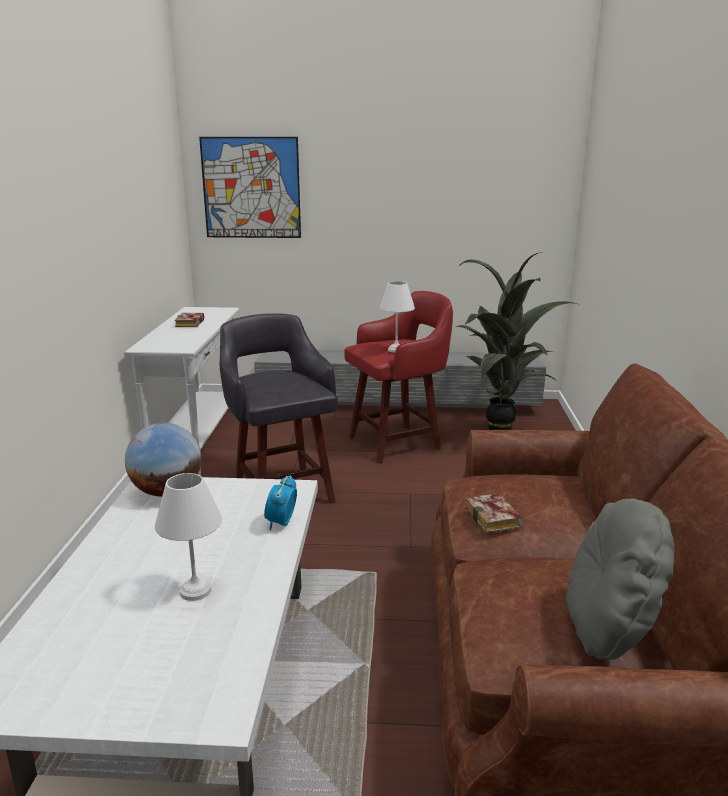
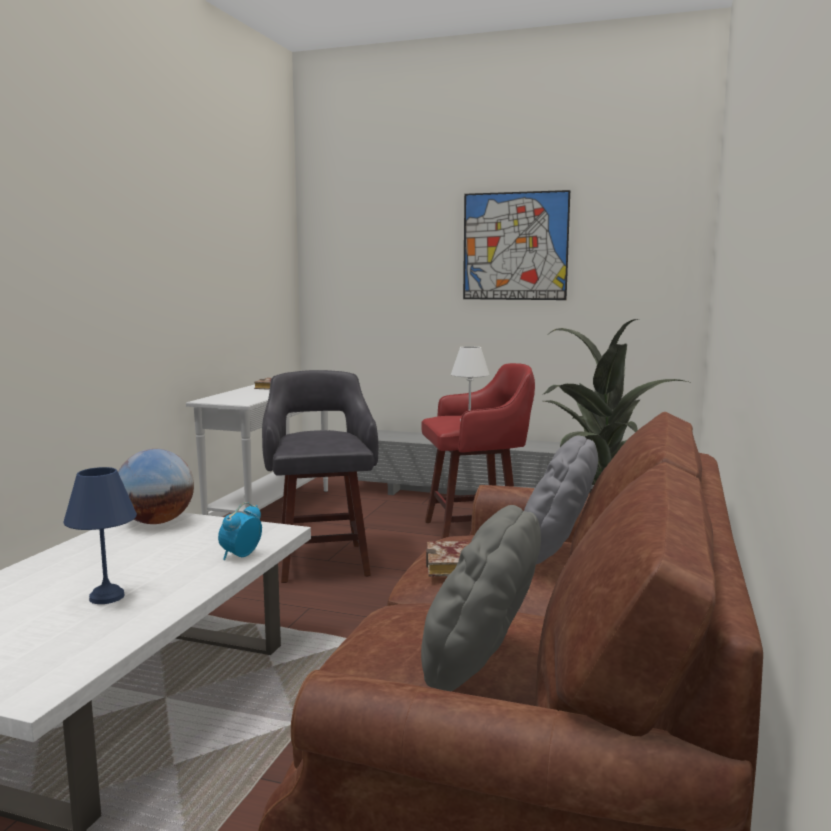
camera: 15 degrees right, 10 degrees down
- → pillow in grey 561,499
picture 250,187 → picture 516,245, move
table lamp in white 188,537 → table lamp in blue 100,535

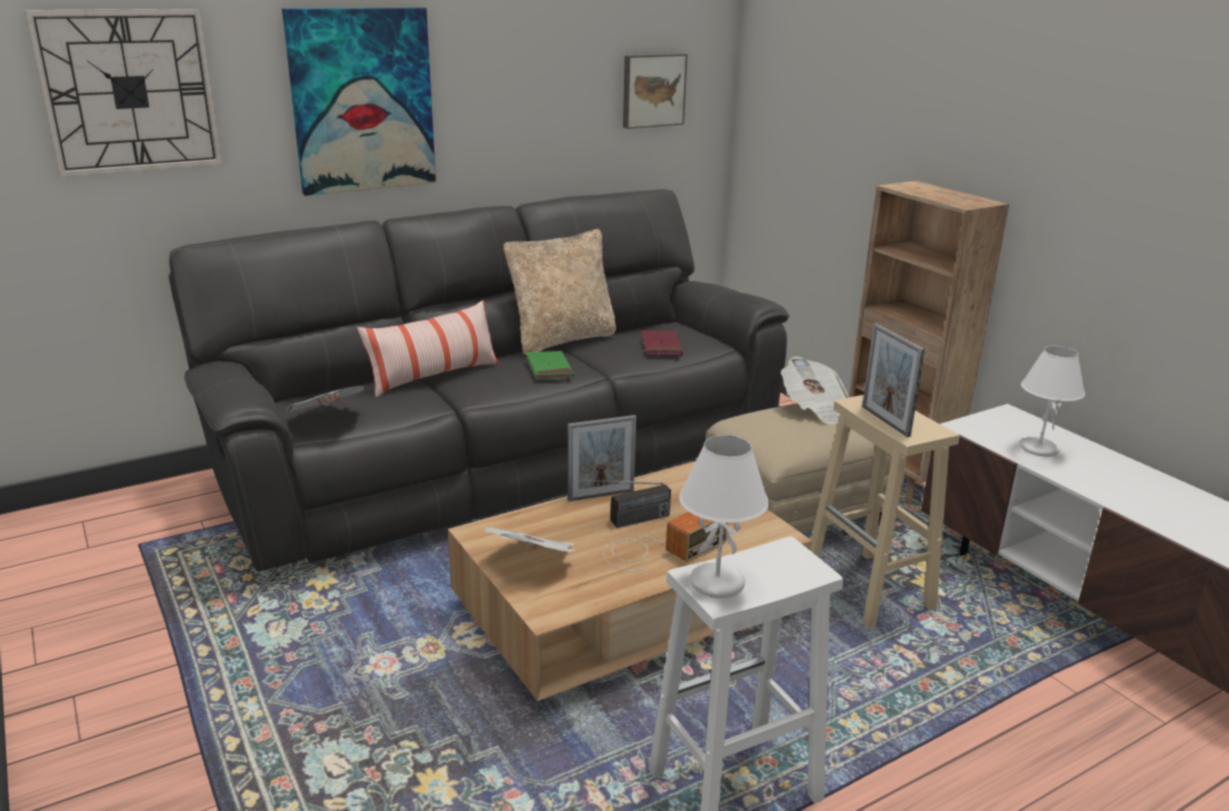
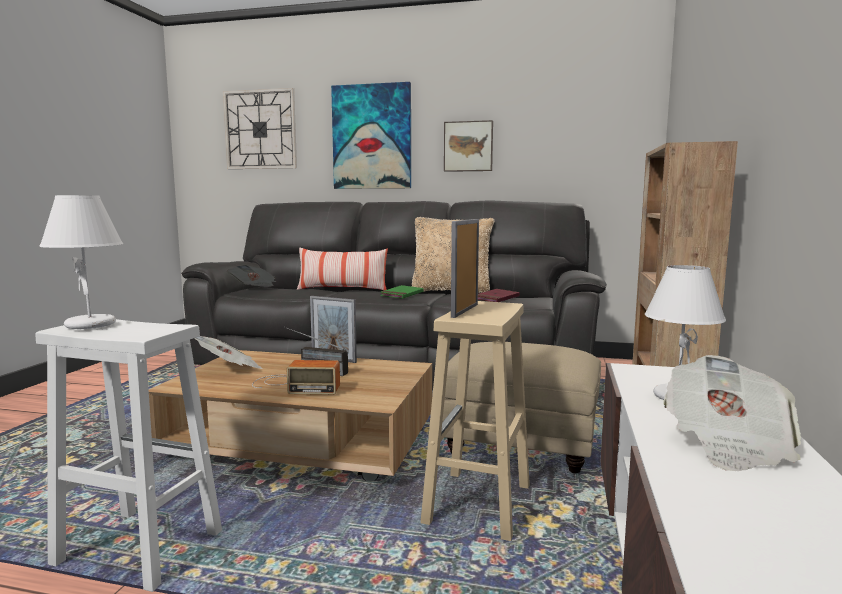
camera: 45 degrees right, 15 degrees down
picture 655,91 → picture 468,146, move
newspaper 815,391 → newspaper 732,413, move

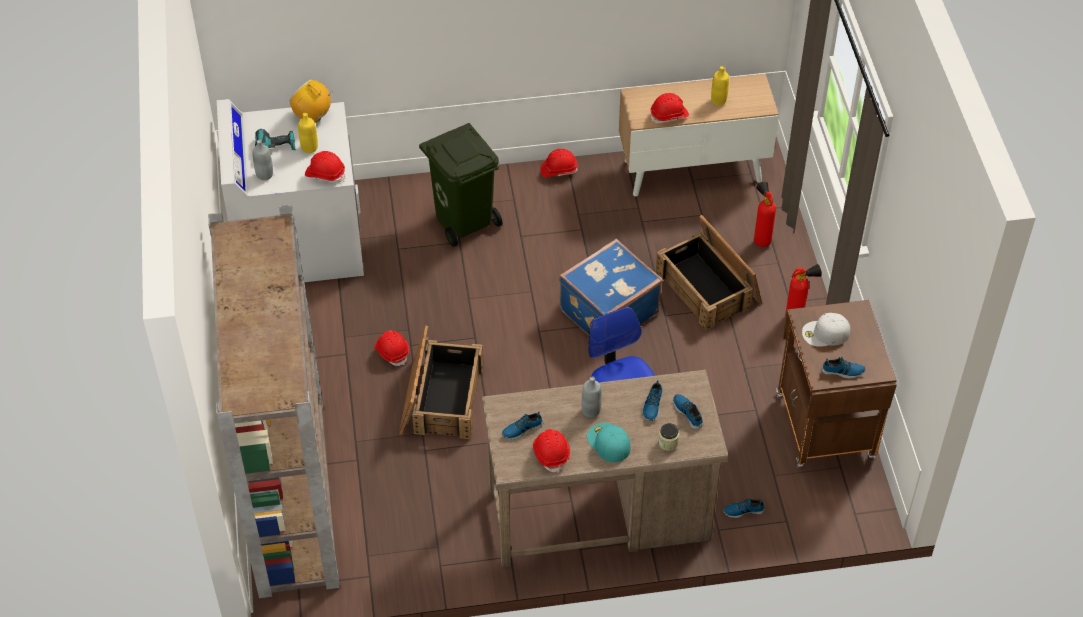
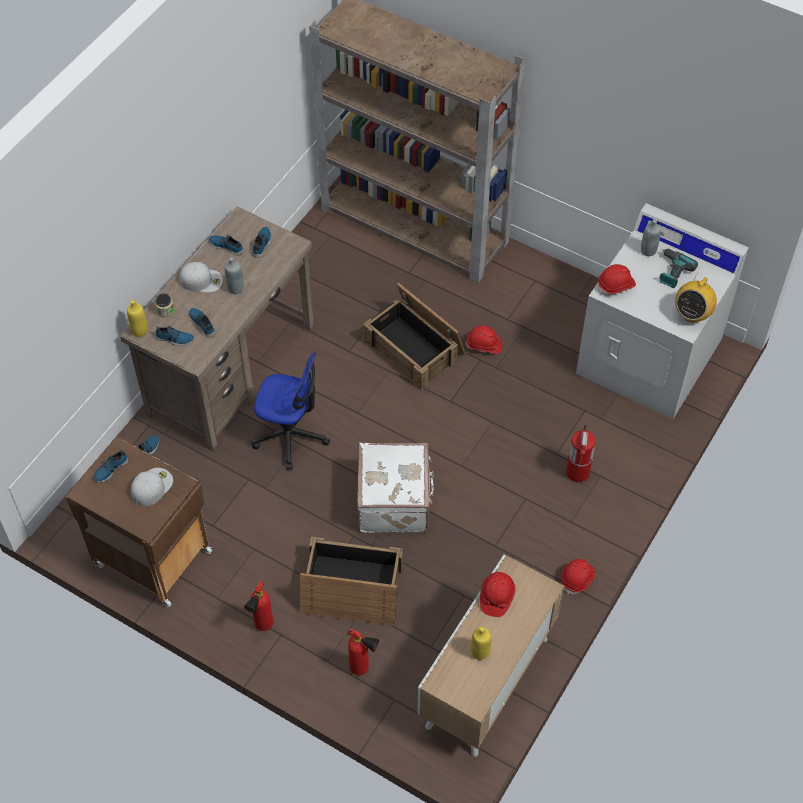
camera: 130 degrees right, 5 degrees up
bottle in yellow 308,133 → bottle in yellow 137,318, move
trash can in green 460,185 → fire extinguisher 581,453
hard hat in red 551,451 → shoe 226,245
suitcase in blue 611,287 → suitcase in white 396,488
cap in turquoise 608,443 → cap in white 201,277
radio 311,101 → radio 696,297, 135 degrees clockwise

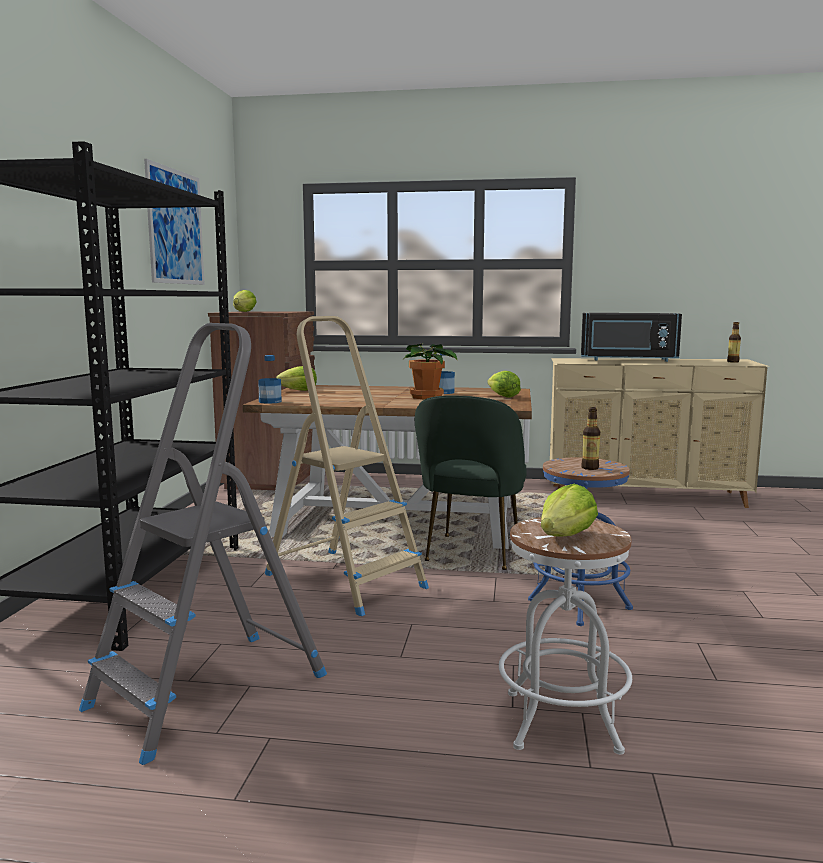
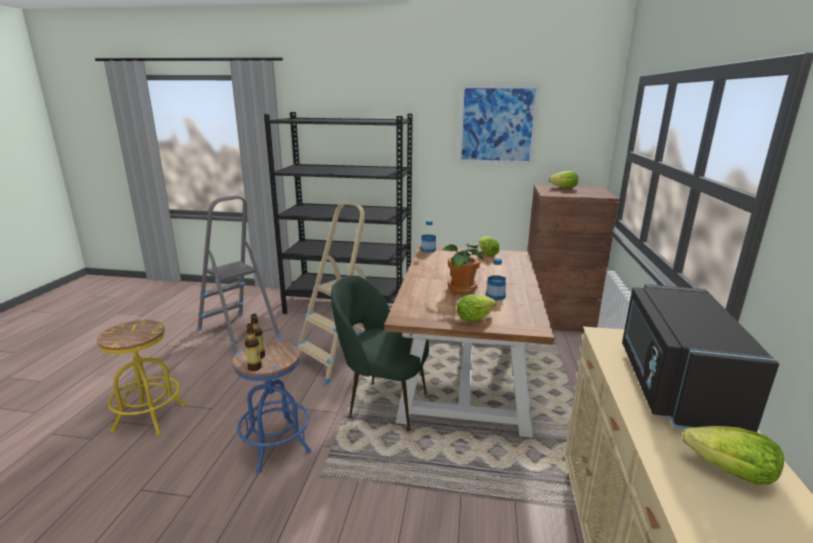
camera: 90 degrees right, 10 degrees up
lettuce 569,510 → lettuce 733,455, move
bottle 734,342 → bottle 253,347, move
stool in white 565,636 → stool in yellow 141,377

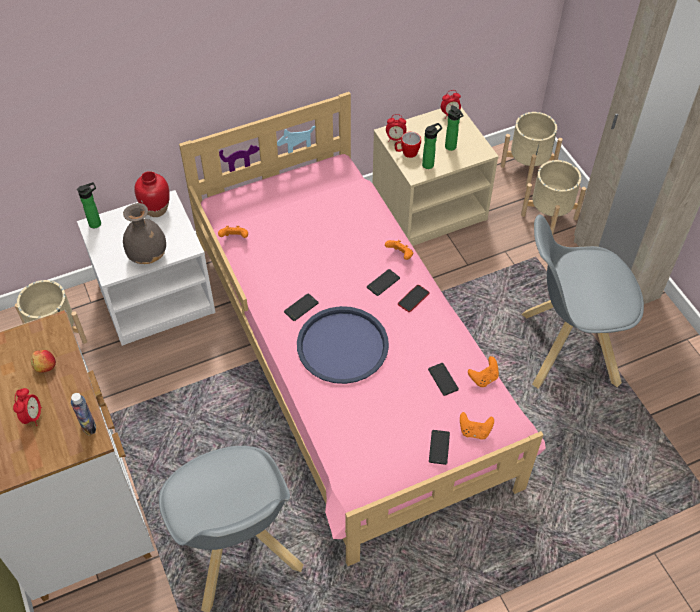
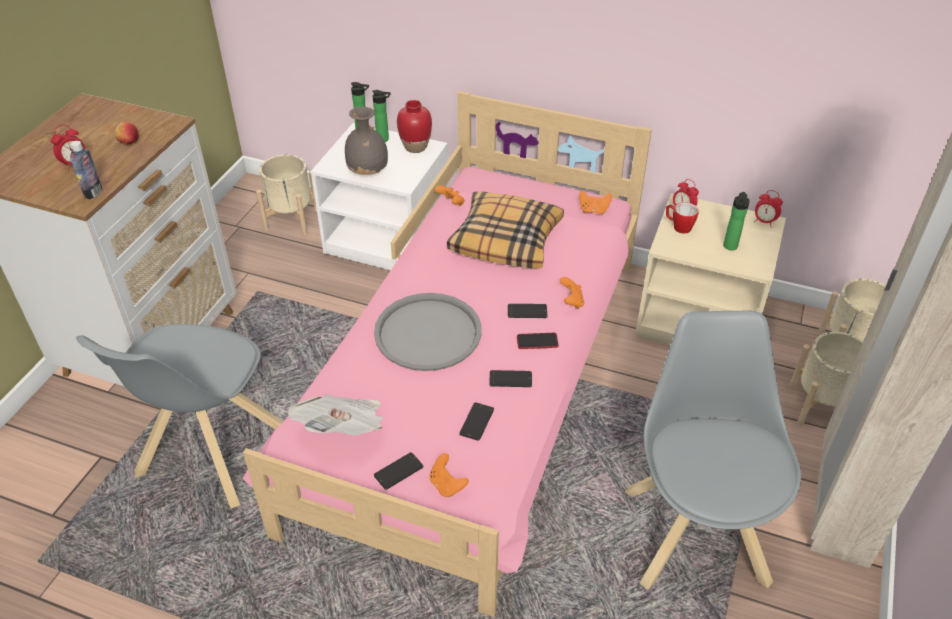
camera: 45 degrees right, 10 degrees down
- → newspaper 336,414
- → pillow 505,230
phone 301,307 → phone 510,378, move
bottle 432,146 → bottle 381,116, move
game controller in orange 483,371 → game controller in orange 595,202, move
tray in blue 343,345 → tray in grey 427,332
chair in grey 582,301 → chair in grey 713,450, 45 degrees clockwise

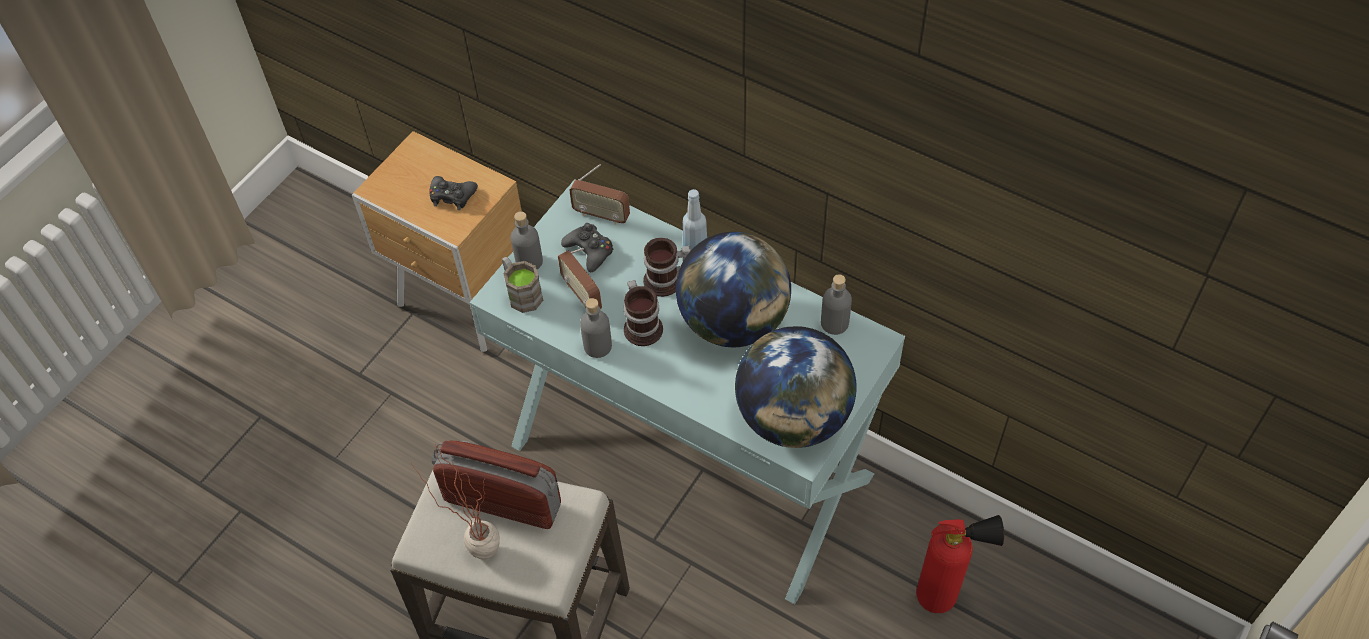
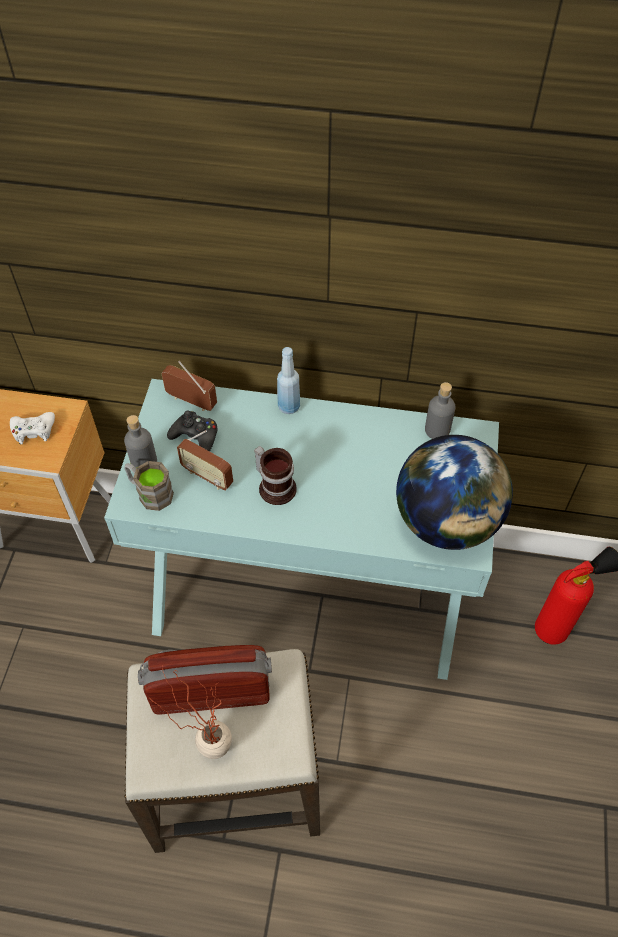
camera: 25 degrees left, 0 degrees up
bottle in grey 596,328 → -
mug 667,267 → -
globe 733,289 → -
game controller in black 453,193 → game controller in white 32,428
radio 599,194 → radio 189,386, 150 degrees counterclockwise

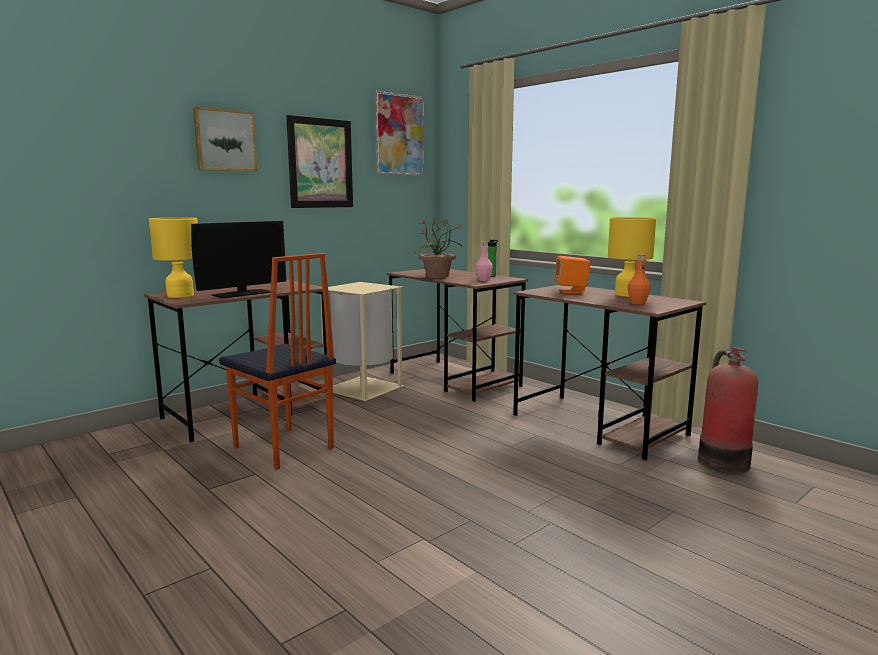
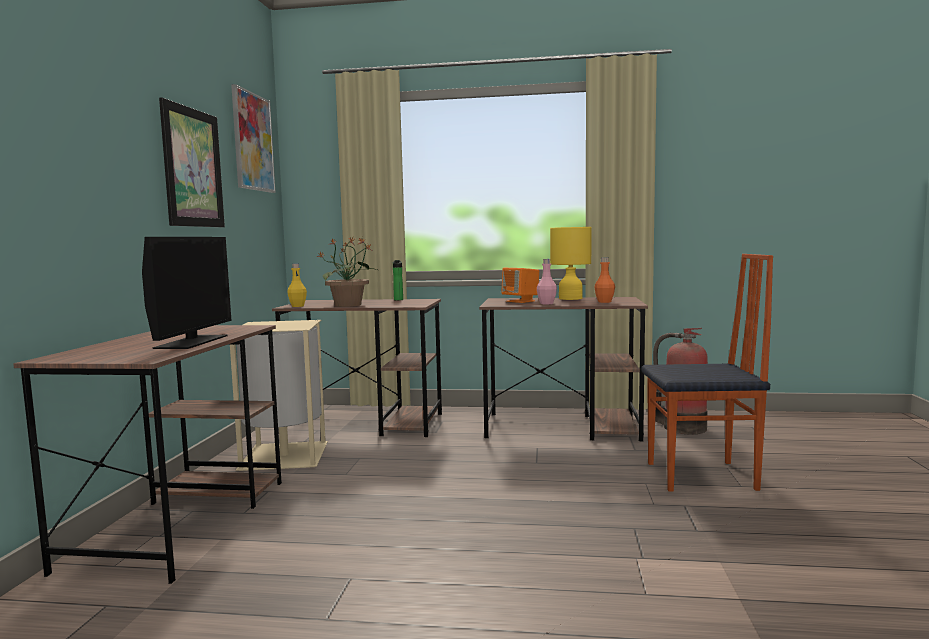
camera: 40 degrees left, 5 degrees down
table lamp in yellow 173,257 → -
picture 225,139 → -
- → bottle in yellow 297,285
chair 277,361 → chair 707,373, move
bottle in pink 484,261 → bottle in pink 547,281, move

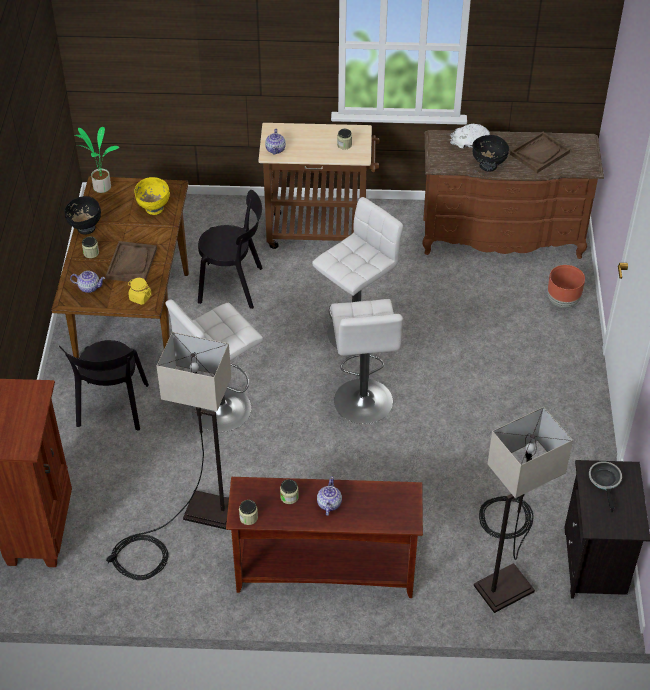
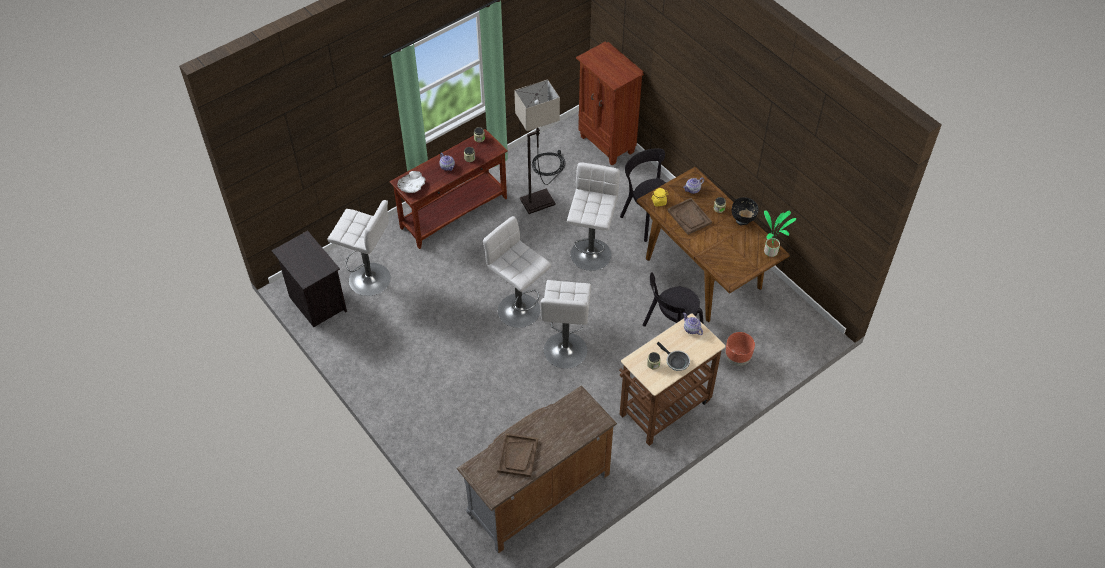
camera: 140 degrees right, 5 degrees up
bowl in yellow 152,196 → -
bowl in black 490,153 → -
bowl in white 470,136 → bowl in white 411,182, move
planter in brown 566,286 → planter in brown 740,349, move
frying pan 605,486 → frying pan 673,356, move
floor lamp 523,510 → stool in white 359,248
dresser in brown 513,194 → dresser in grey 537,469

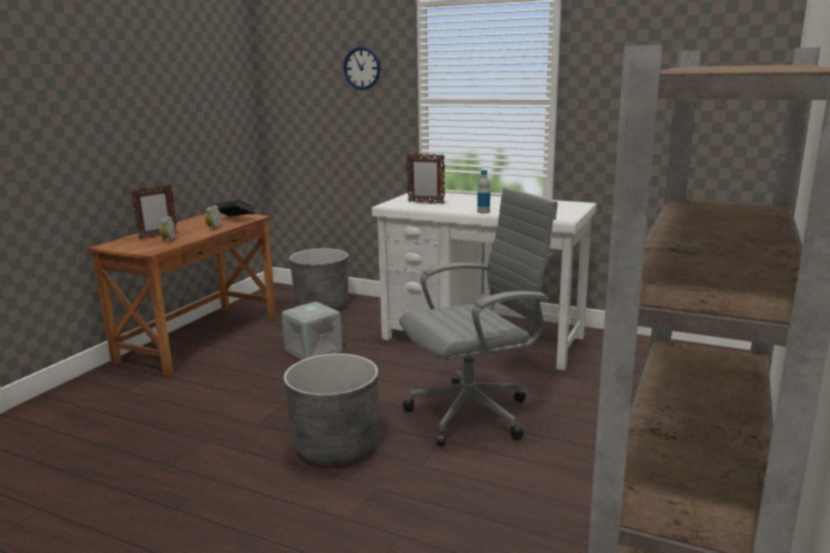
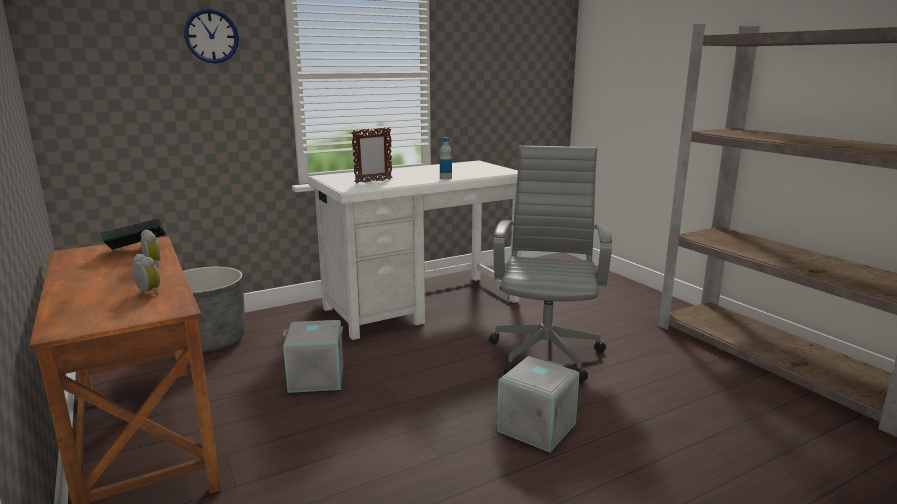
camera: 55 degrees left, 0 degrees up
picture frame 154,212 → -
planter in grey 331,409 → storage box in grey 538,404

